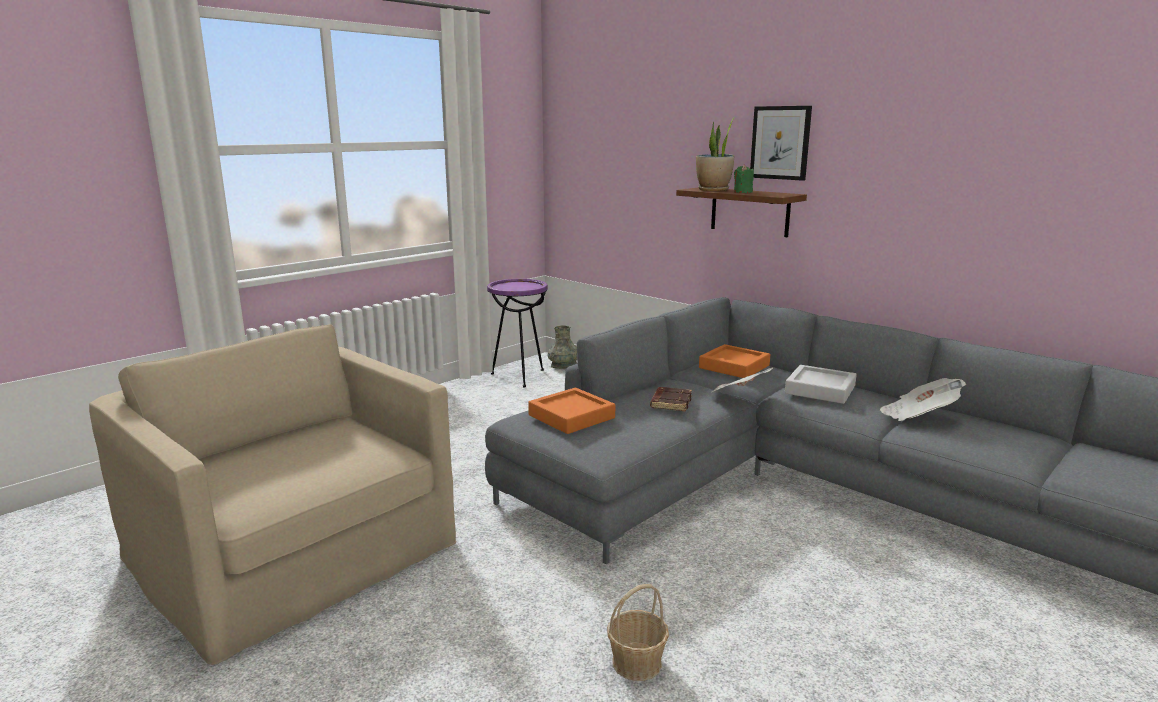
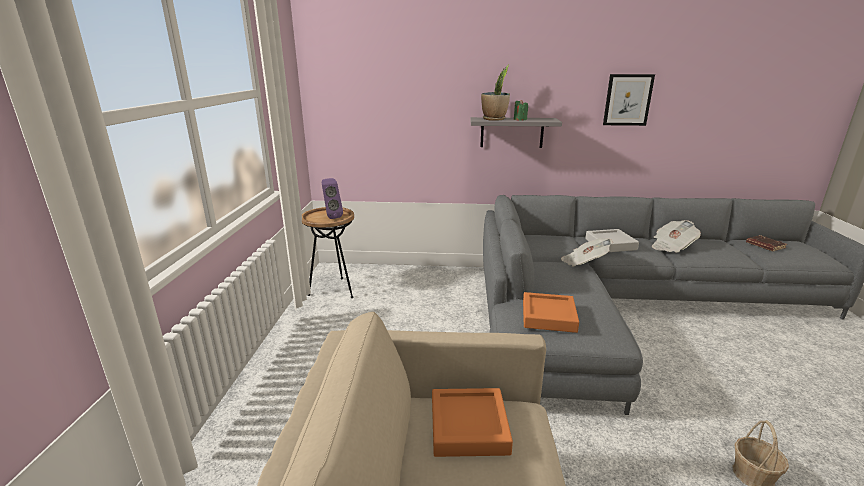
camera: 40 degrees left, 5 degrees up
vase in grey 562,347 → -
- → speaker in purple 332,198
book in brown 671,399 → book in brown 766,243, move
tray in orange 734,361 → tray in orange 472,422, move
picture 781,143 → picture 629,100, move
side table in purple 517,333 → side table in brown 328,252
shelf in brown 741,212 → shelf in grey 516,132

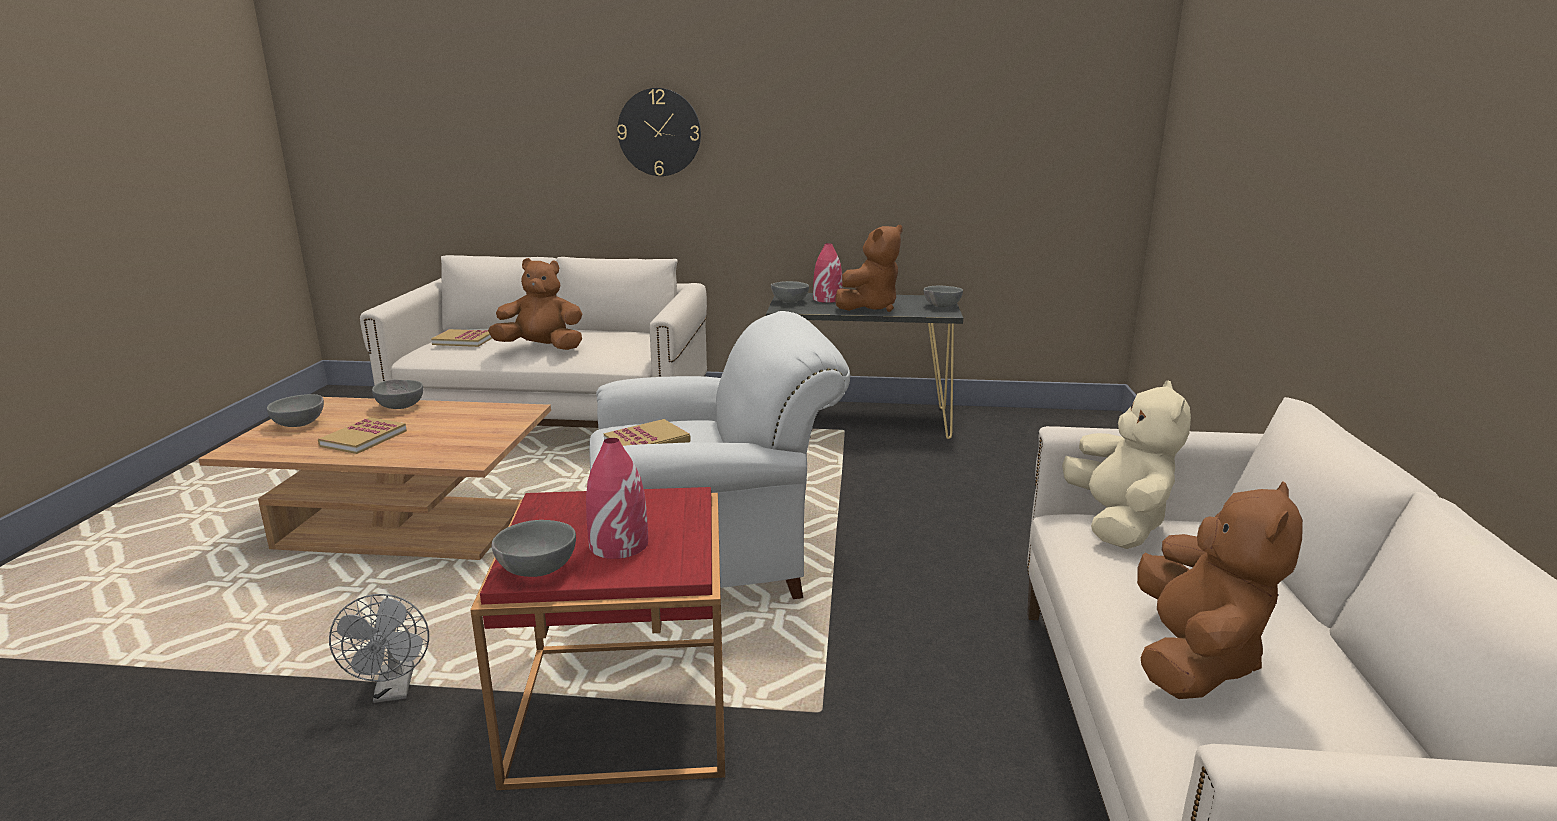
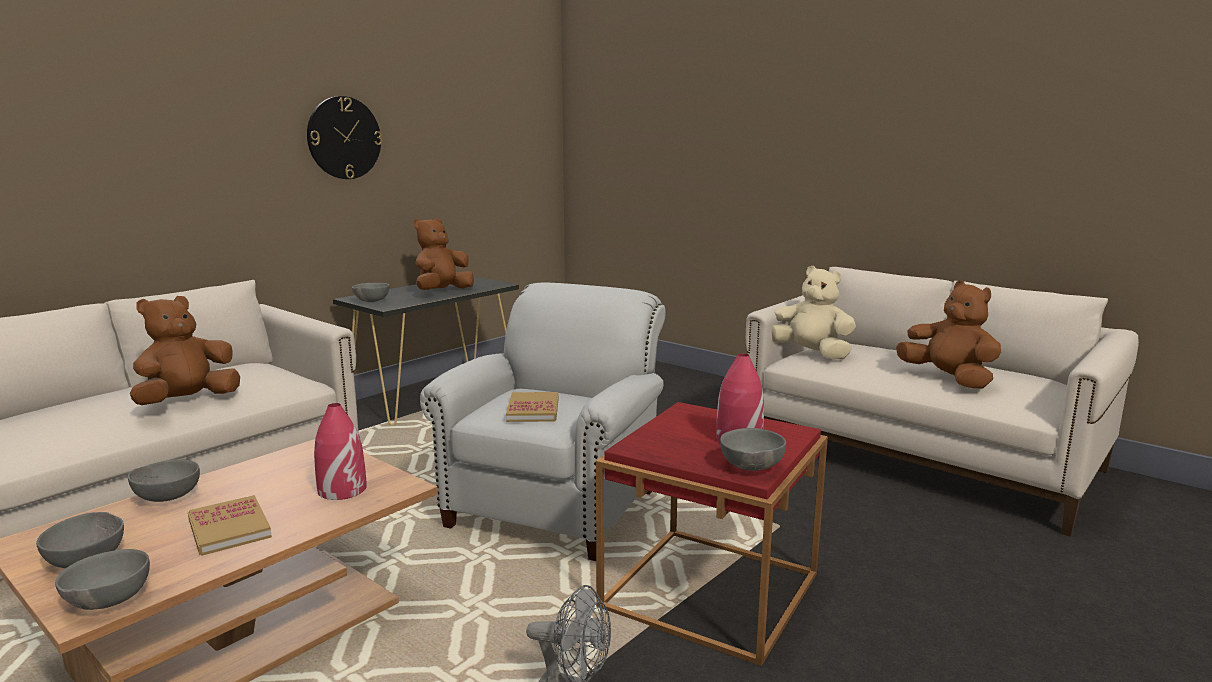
camera: 55 degrees left, 5 degrees down
book 461,338 → -
wall clock 659,132 → wall clock 344,137, move
vase in red 827,273 → vase in red 340,451, move
bowl in grey 943,296 → bowl in grey 102,579, move
plush toy in brown 868,268 → plush toy in brown 444,254, 135 degrees counterclockwise

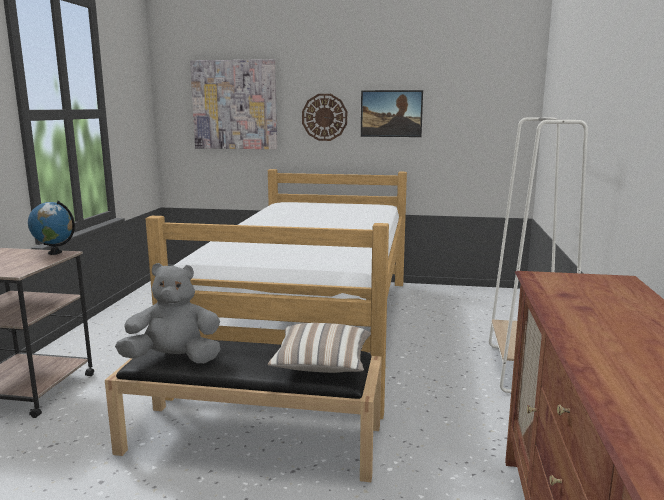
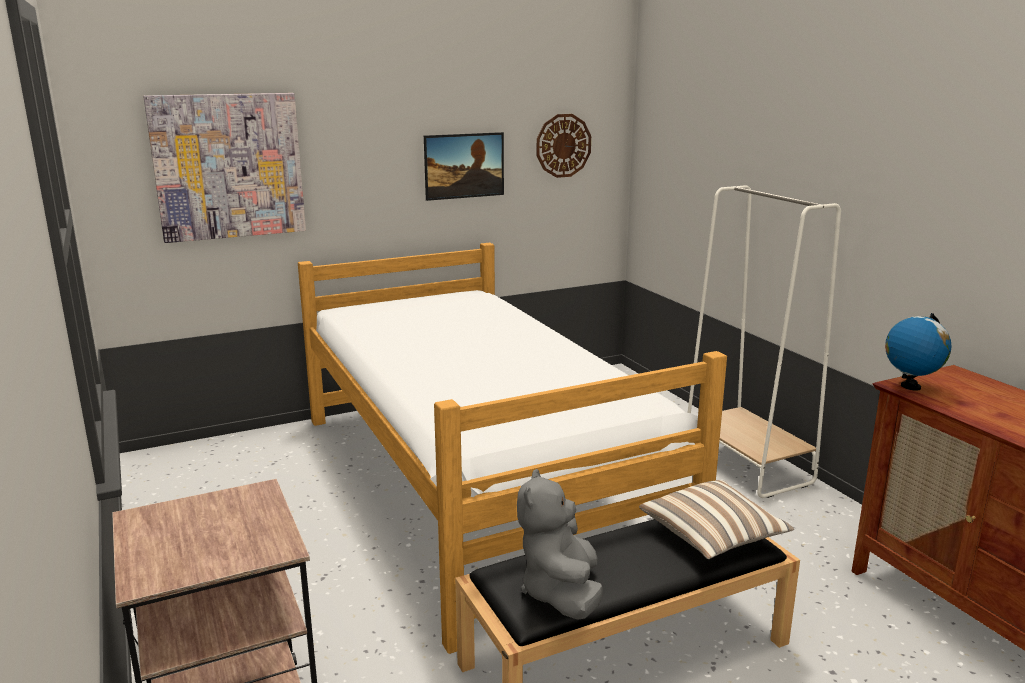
camera: 35 degrees left, 5 degrees up
globe 51,228 → globe 918,352, move
wall clock 324,117 → wall clock 564,146, move
plush toy in grey 168,313 → plush toy in grey 560,544, 45 degrees counterclockwise

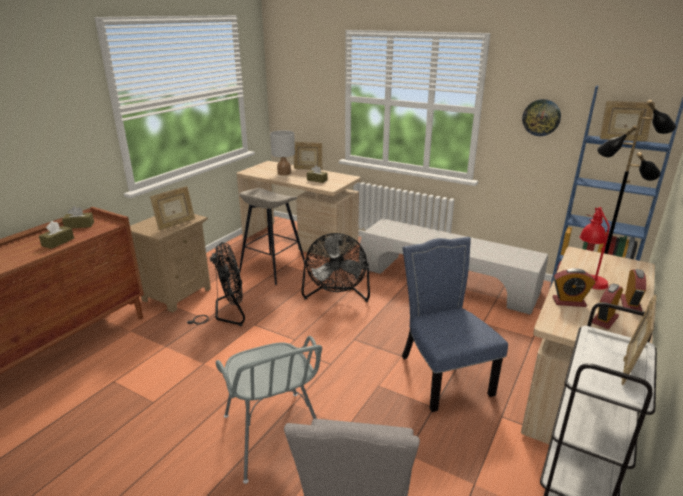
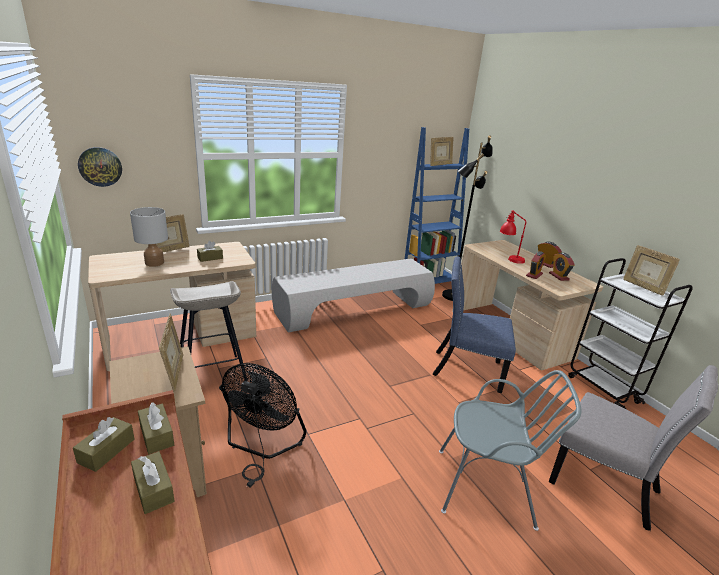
camera: 60 degrees left, 0 degrees up
fan in black 335,267 → -
- → tissue box in brown 156,428
wall clock 541,117 → wall clock 100,167, move

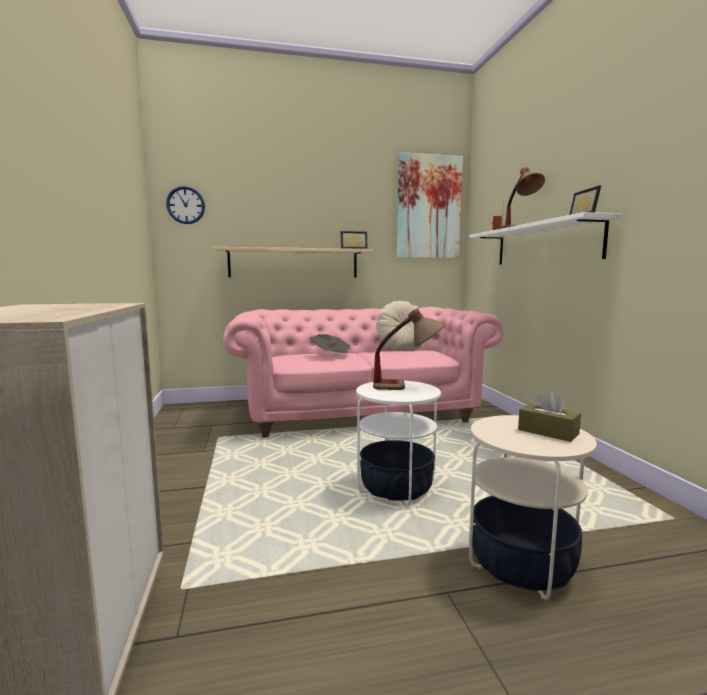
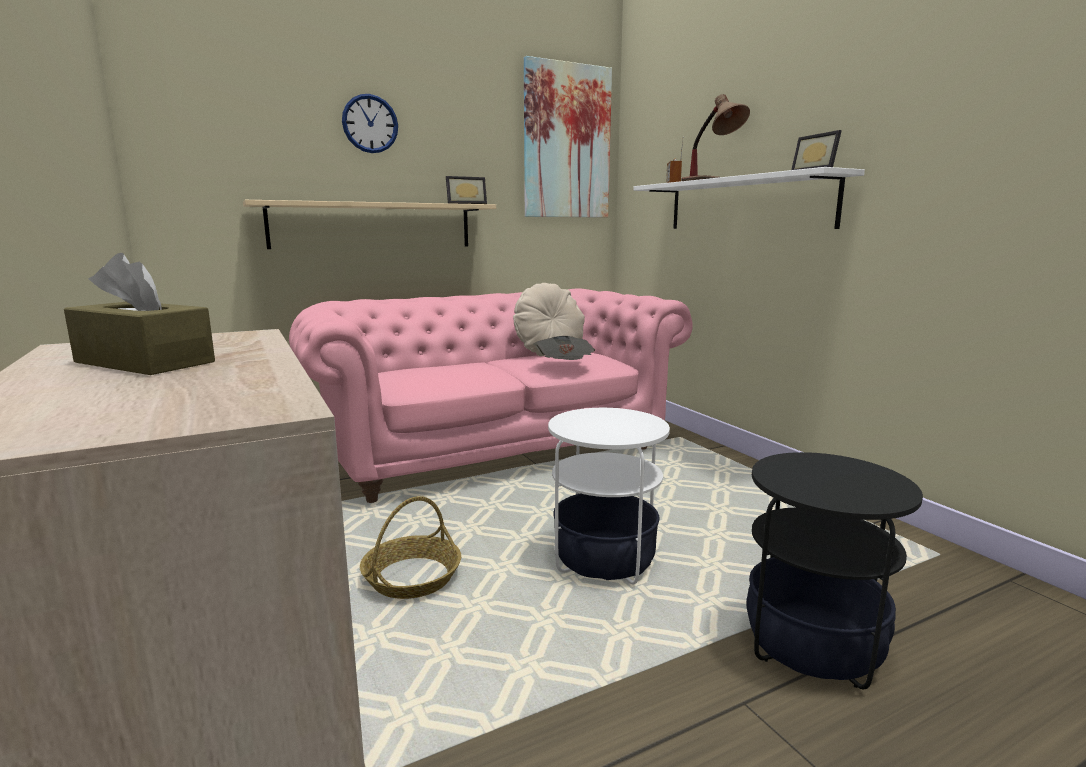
camera: 15 degrees left, 5 degrees up
table lamp 409,349 → -
- → basket 410,547
wall clock 185,205 → wall clock 370,123, move
newspaper 329,343 → newspaper 564,348, move
tissue box in brown 549,416 → tissue box in brown 139,314, move
side table in beige 533,507 → side table in black 835,571

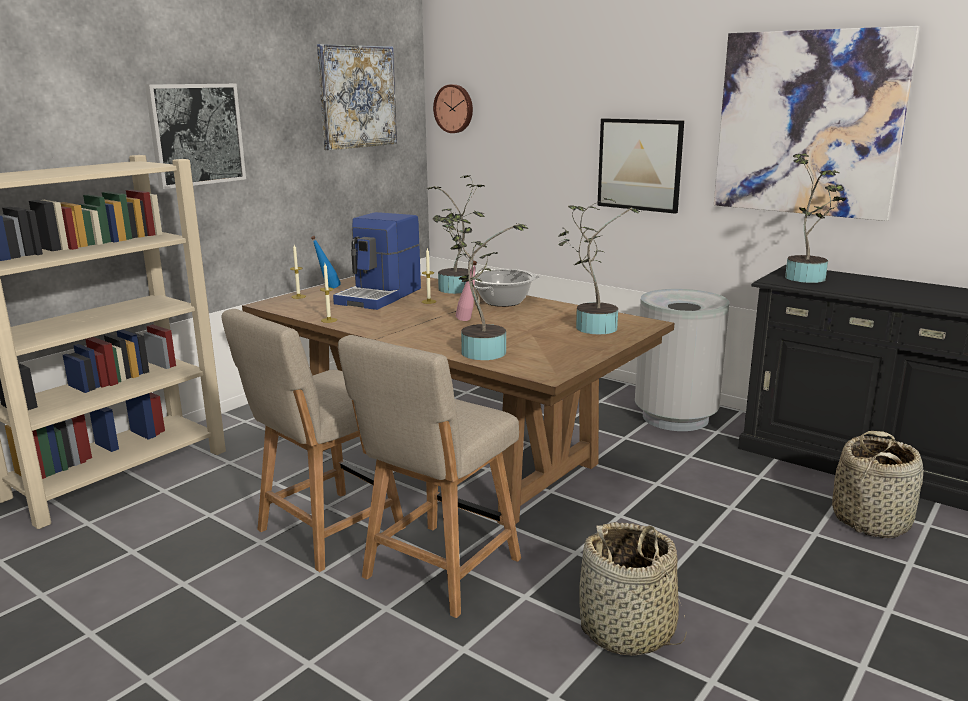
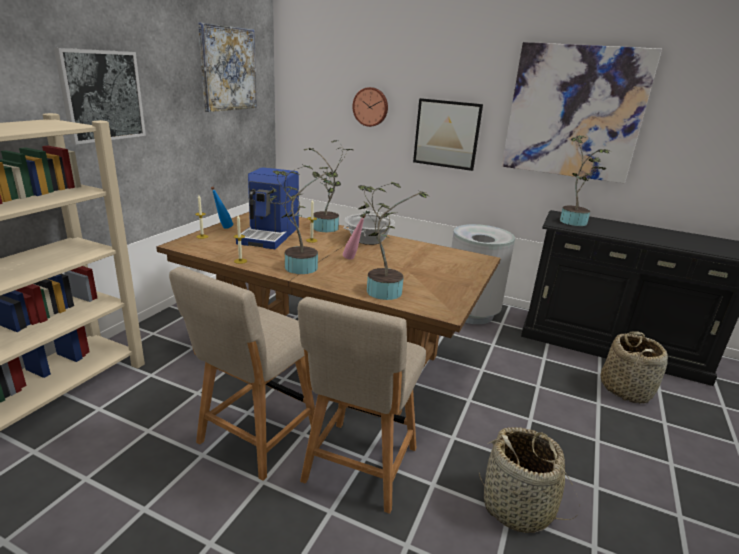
camera: 15 degrees left, 5 degrees up
wall clock 453,108 → wall clock 370,107, move
potted plant 599,265 → potted plant 300,219, move

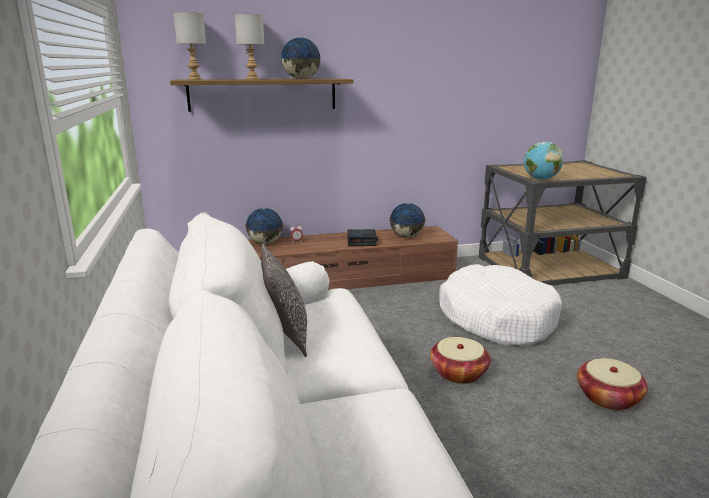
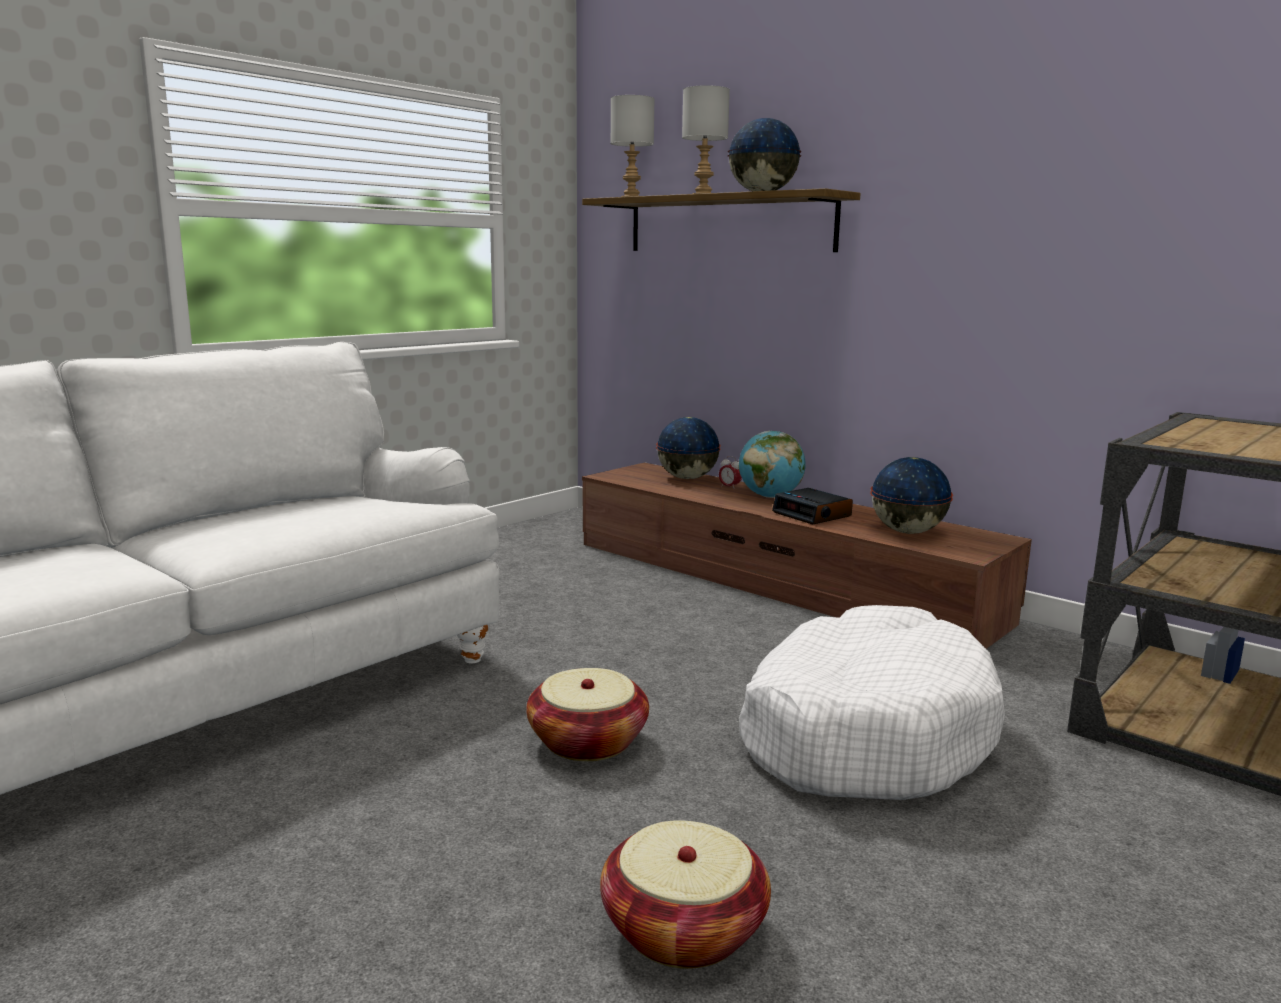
camera: 55 degrees right, 5 degrees down
pillow 284,300 → -
globe 543,161 → globe 772,464, move

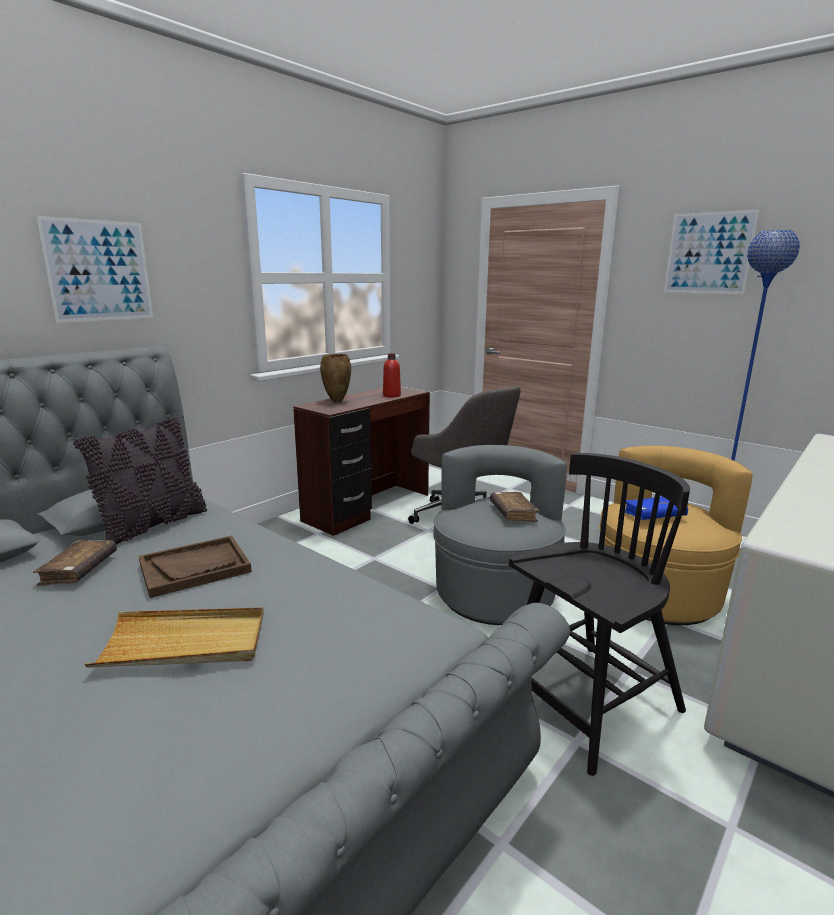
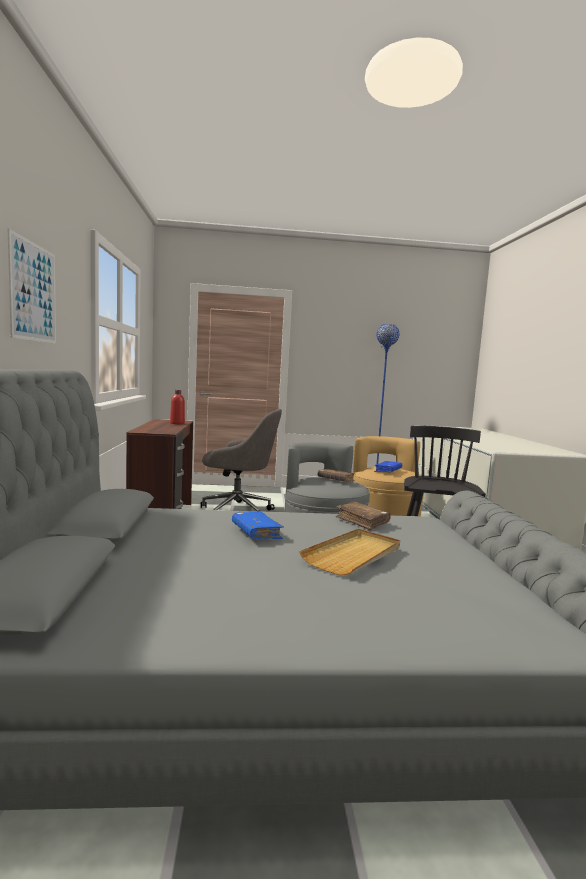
camera: 45 degrees left, 10 degrees down
pillow in black 140,481 → -
vase in brown 335,378 → -
picture 712,251 → -
book in brown 75,563 → book in brown 363,516, move
tray in brown 195,567 → book in blue 258,525

